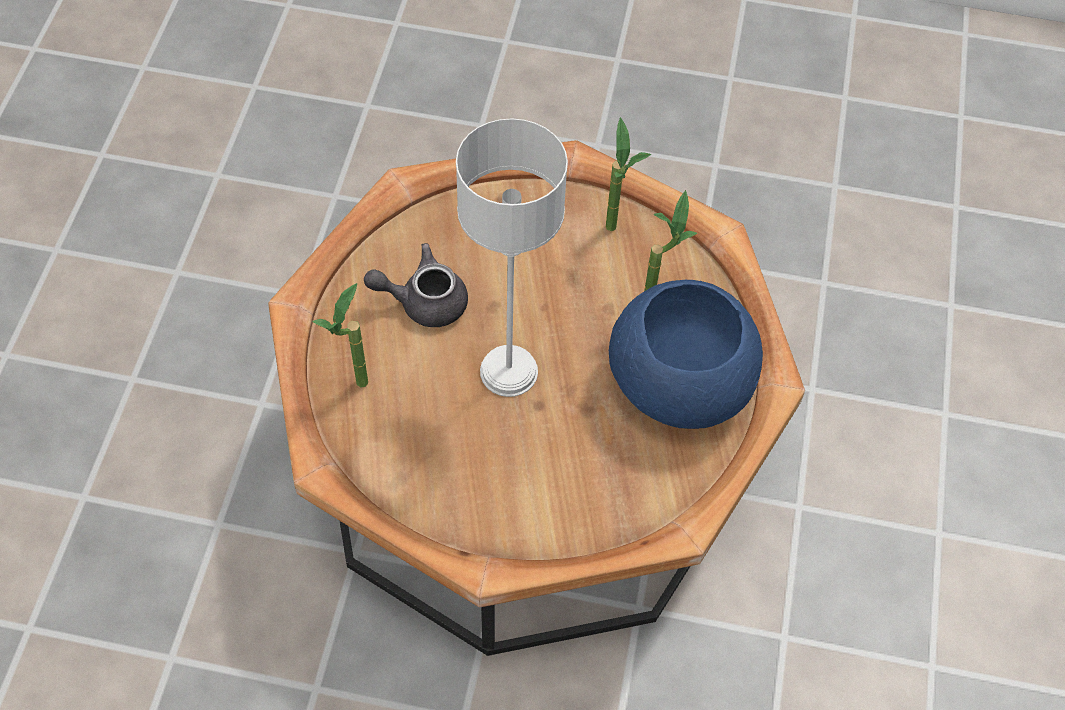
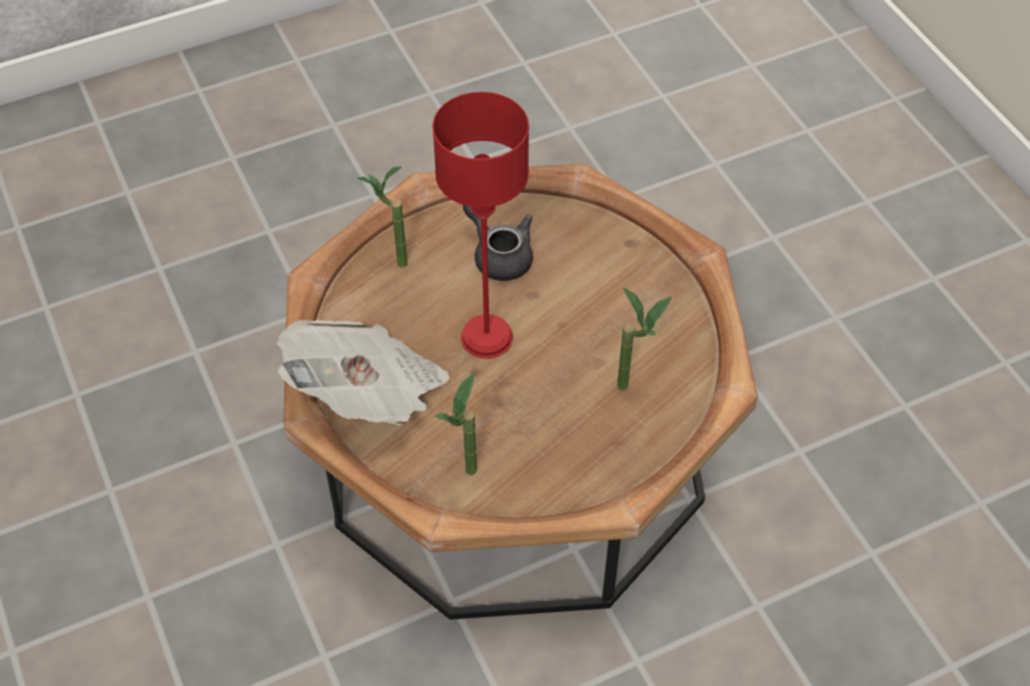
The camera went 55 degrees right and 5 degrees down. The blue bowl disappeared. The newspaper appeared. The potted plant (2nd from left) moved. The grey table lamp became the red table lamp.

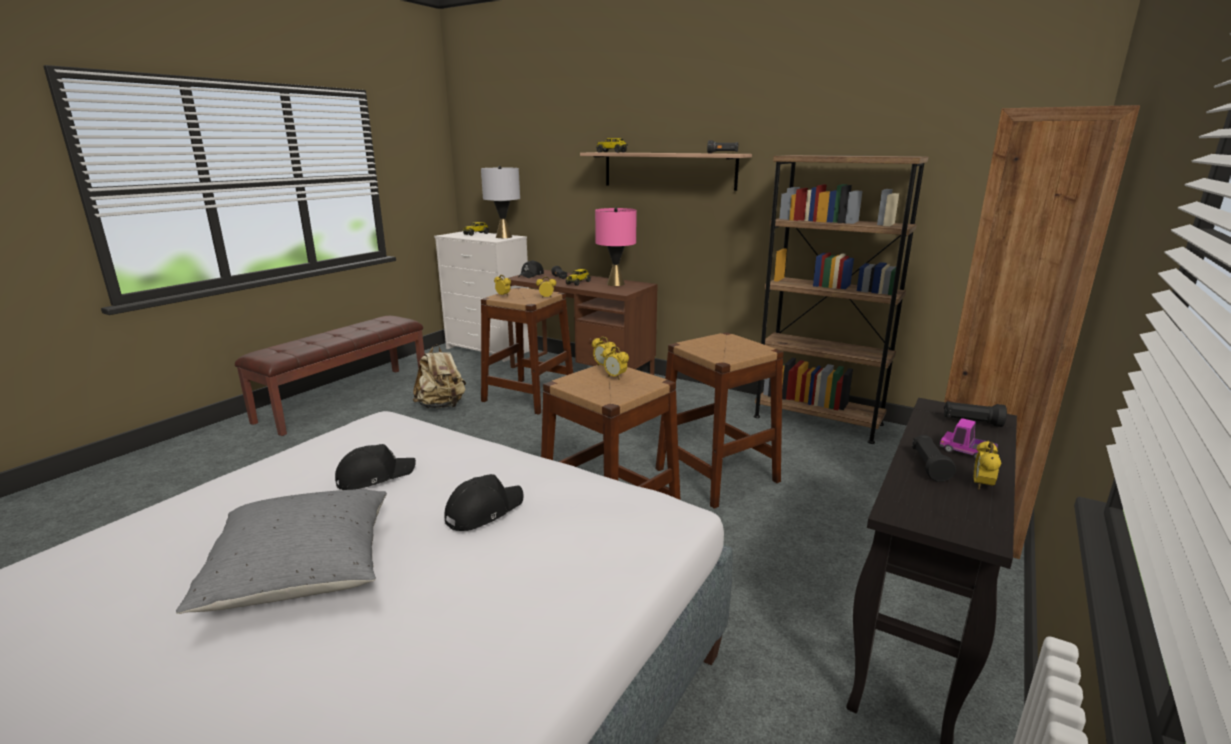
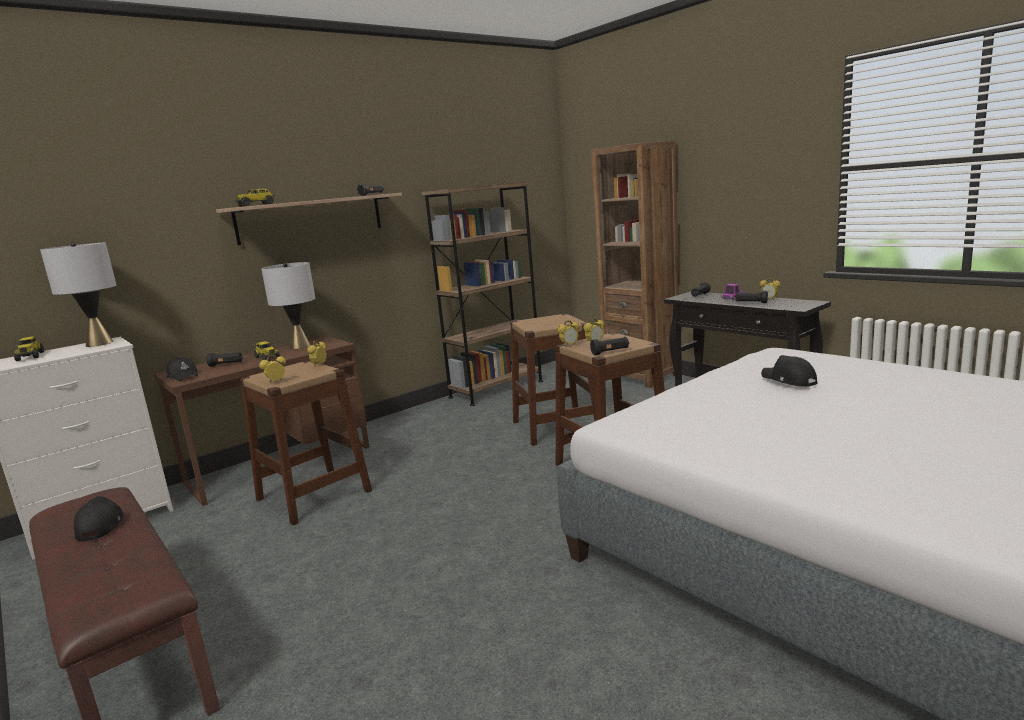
The camera went 70 degrees left and 5 degrees down. The grey pillow disappeared. The beige backpack disappeared. The black flashlight (3rd from left) appeared. The black cap (1st from left) moved. The pink table lamp became the grey table lamp (2nd from left).

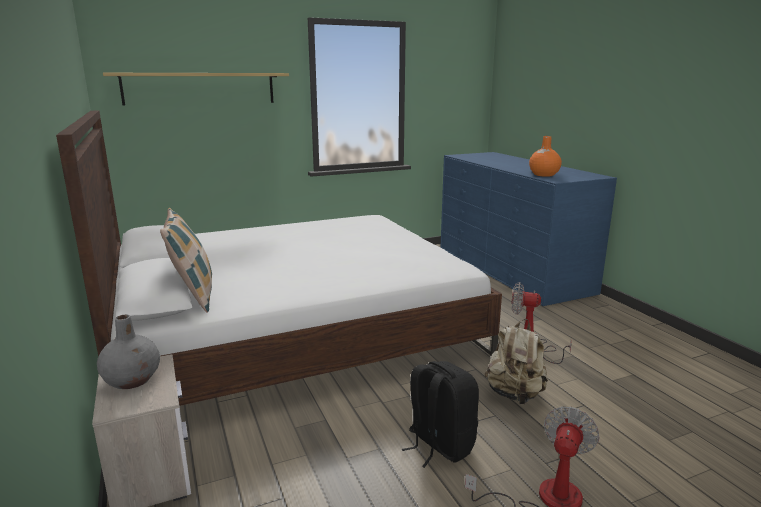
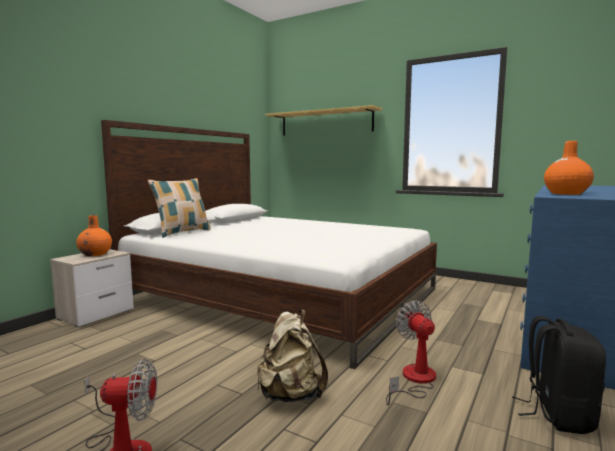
The camera went 55 degrees right and 10 degrees down. The black backpack moved. The grey vase became the orange vase (1st from left).

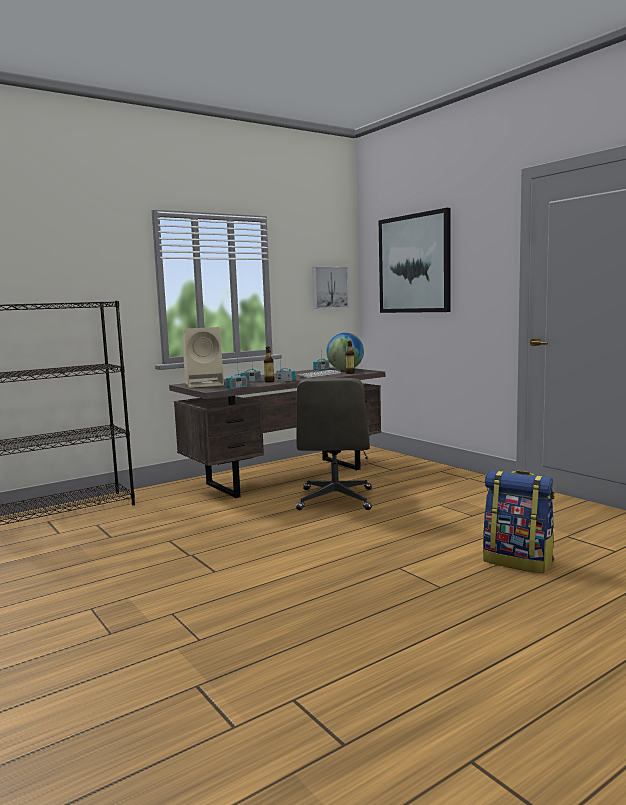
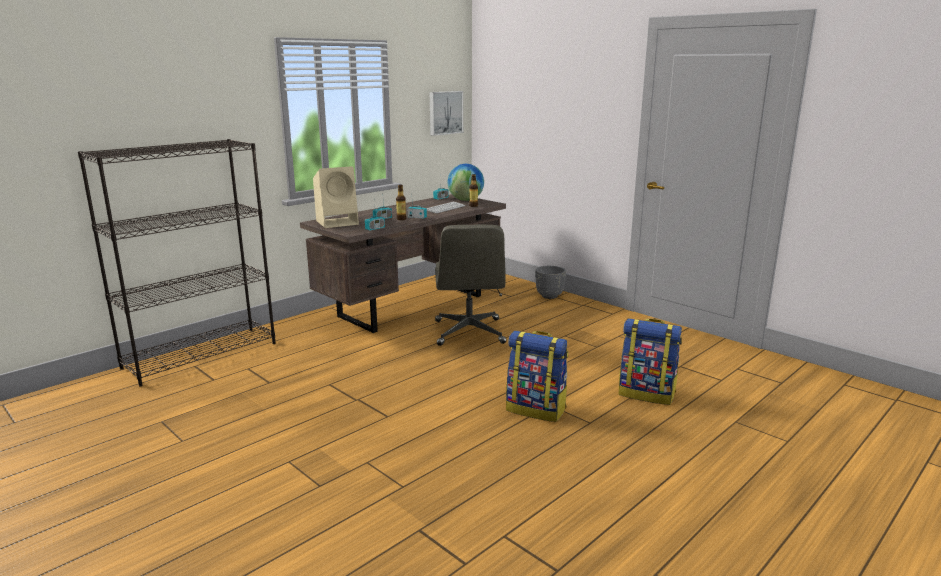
The camera went 10 degrees left and 10 degrees up. The picture (2nd from left) disappeared. The backpack (1st from left) appeared. The grey planter appeared.

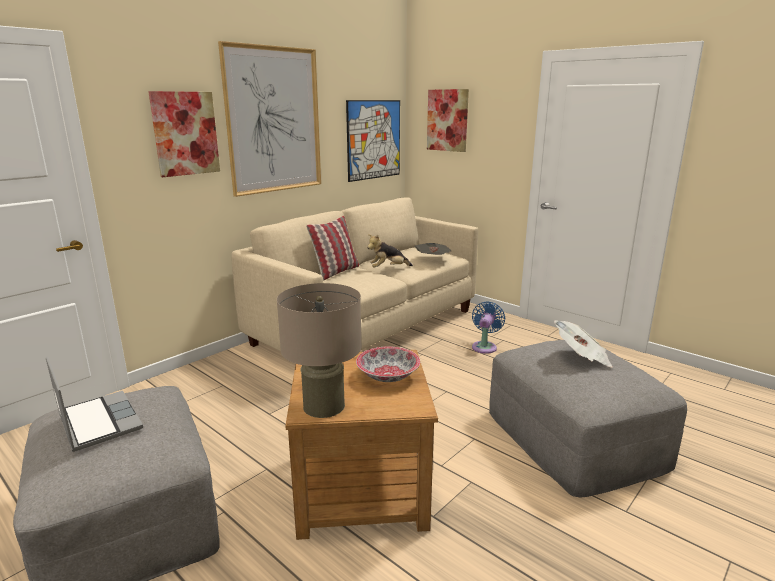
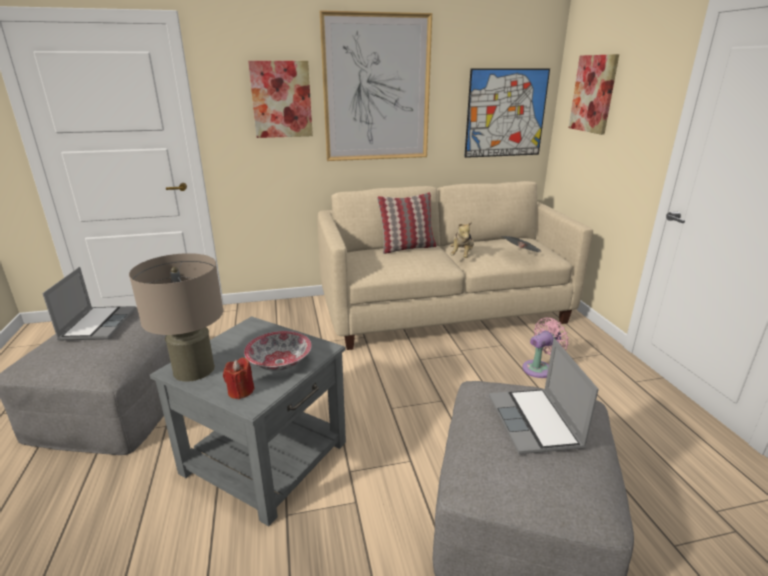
The camera went 35 degrees right and 5 degrees up. The red candle appeared. The newspaper (2nd from left) was replaced by the laptop (2nd from left). The brown side table became the grey side table. The blue fan became the pink fan. The plush toy turned 90 degrees counterclockwise.

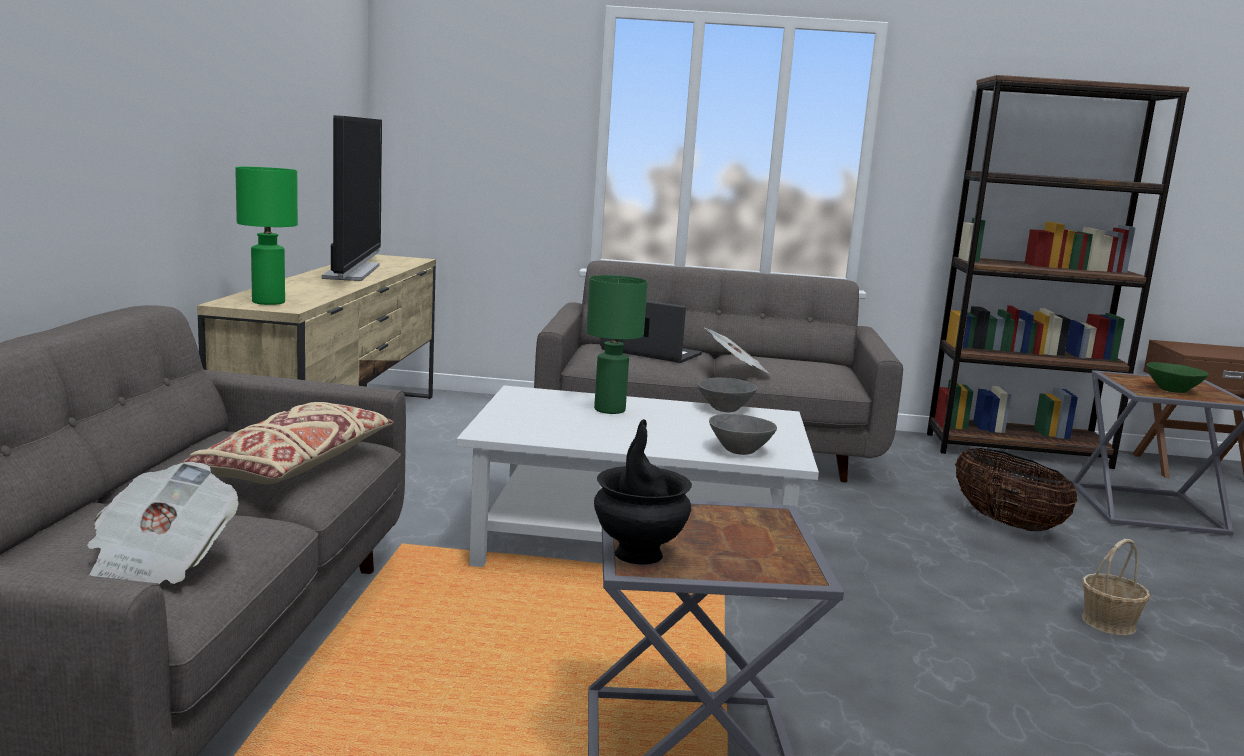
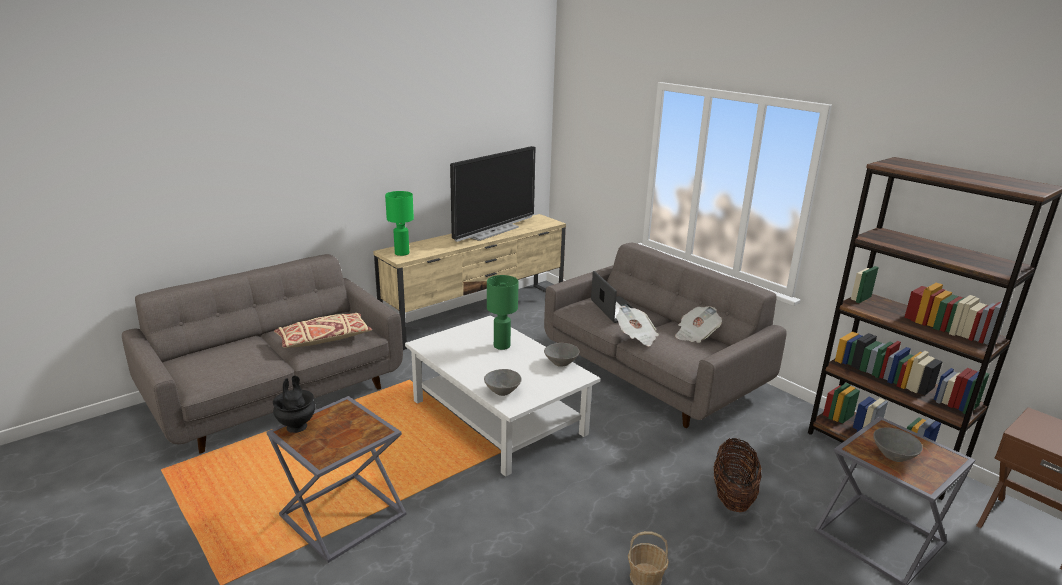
The camera went 45 degrees right and 10 degrees up. The newspaper (1st from left in the first image) moved. The green bowl became the grey bowl (3rd from left).

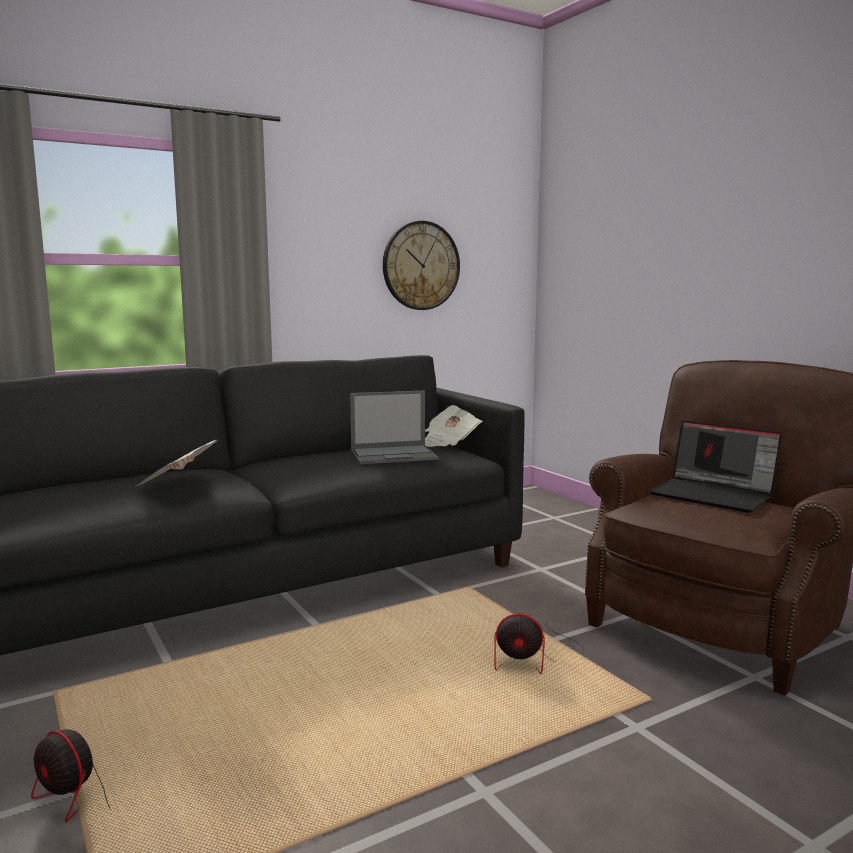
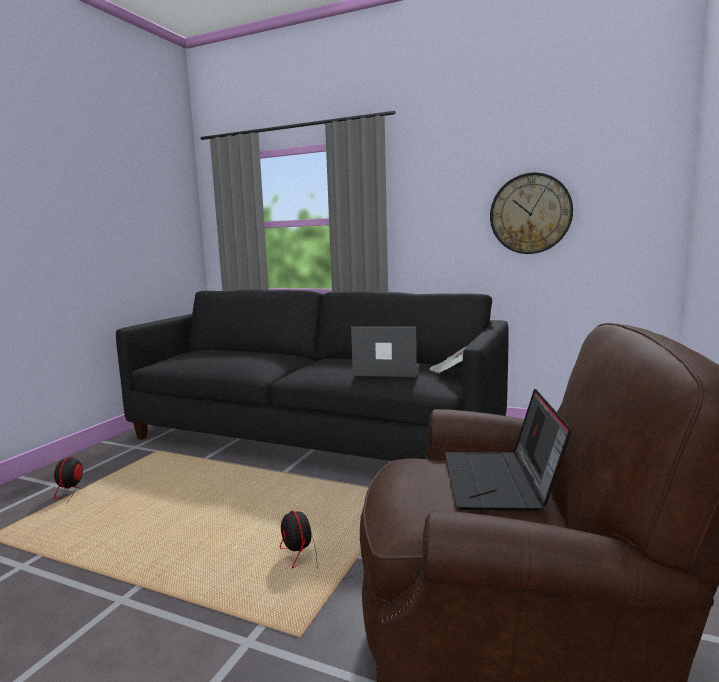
The camera went 55 degrees right and 0 degrees up. The newspaper (1st from left) disappeared. The laptop (1st from left) turned 150 degrees clockwise.

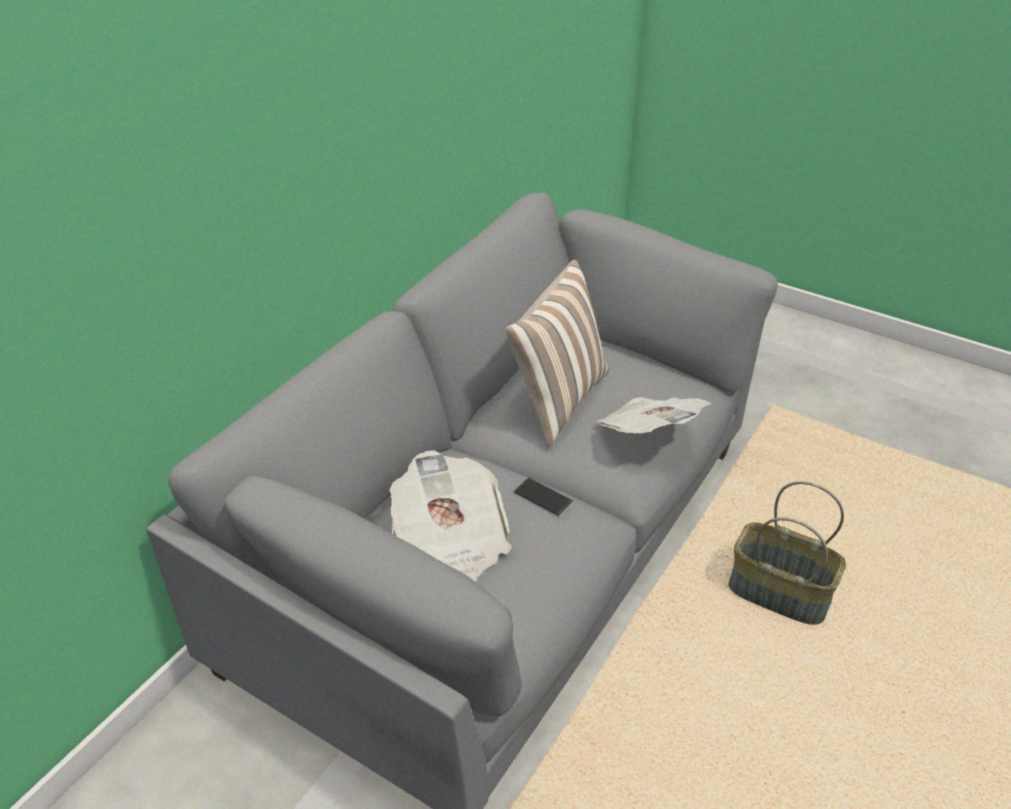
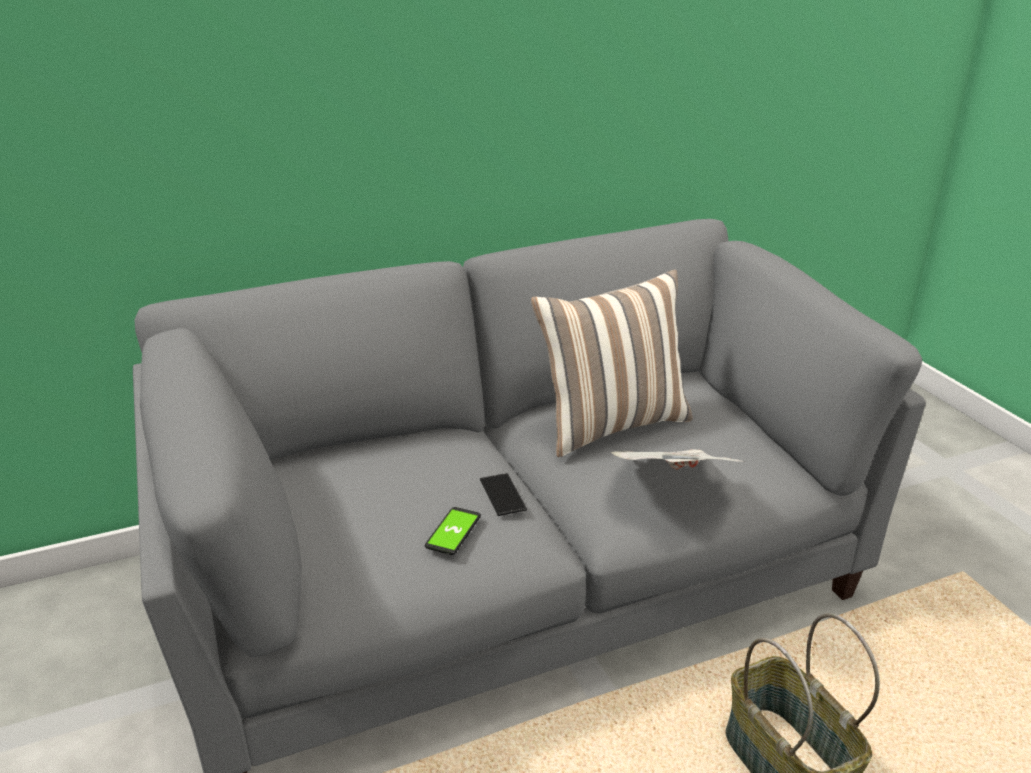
The camera went 35 degrees right and 10 degrees down. The newspaper (1st from left) disappeared. The phone (1st from left) appeared.

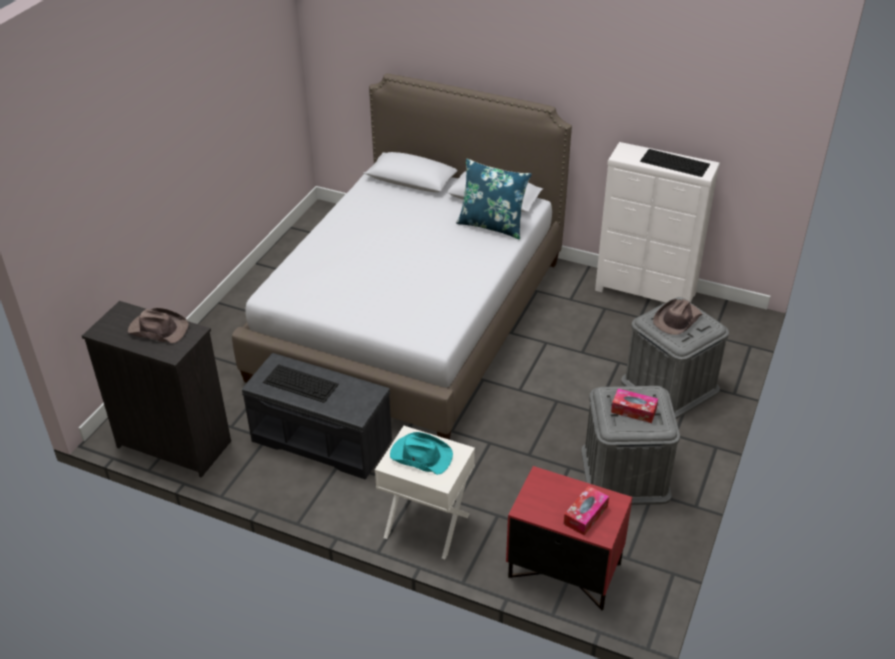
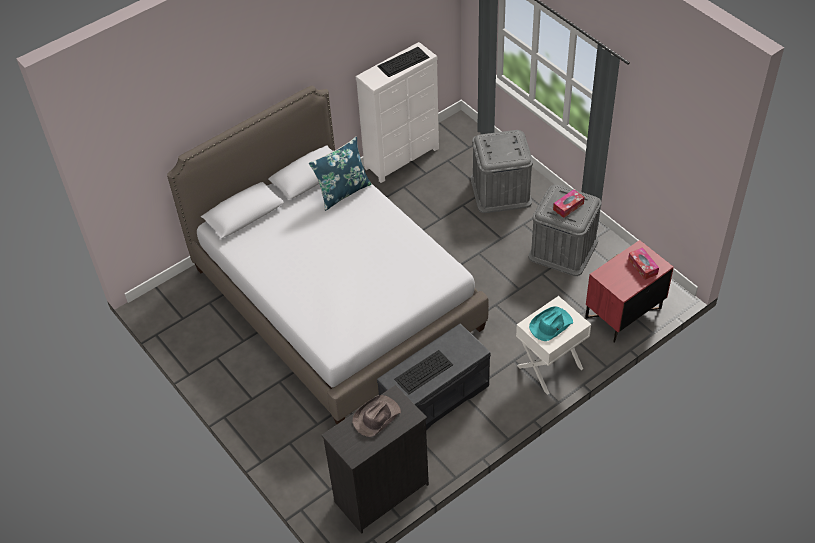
The camera went 60 degrees left and 10 degrees up. The brown hat (2nd from left) disappeared.

